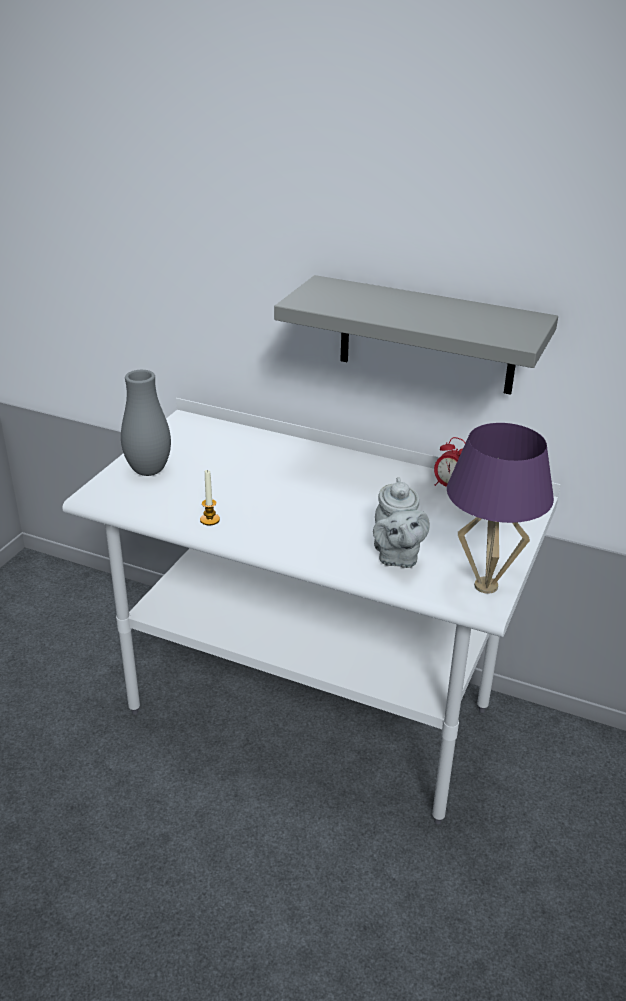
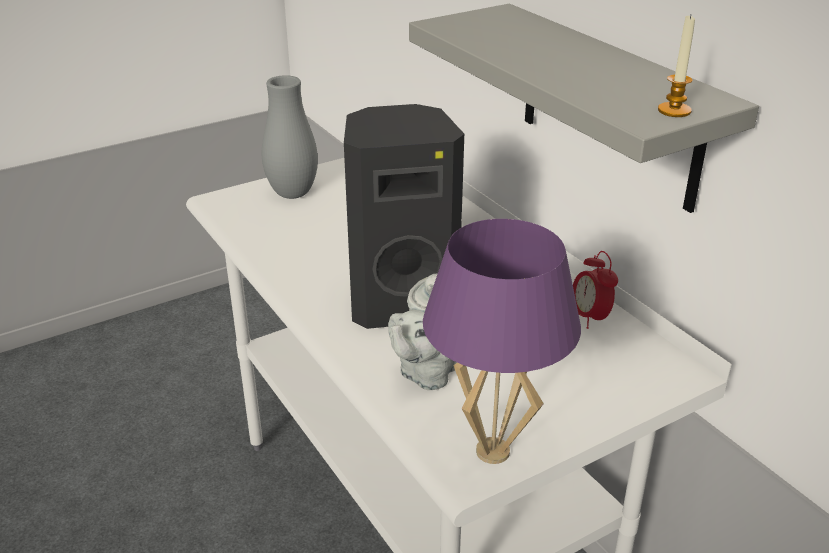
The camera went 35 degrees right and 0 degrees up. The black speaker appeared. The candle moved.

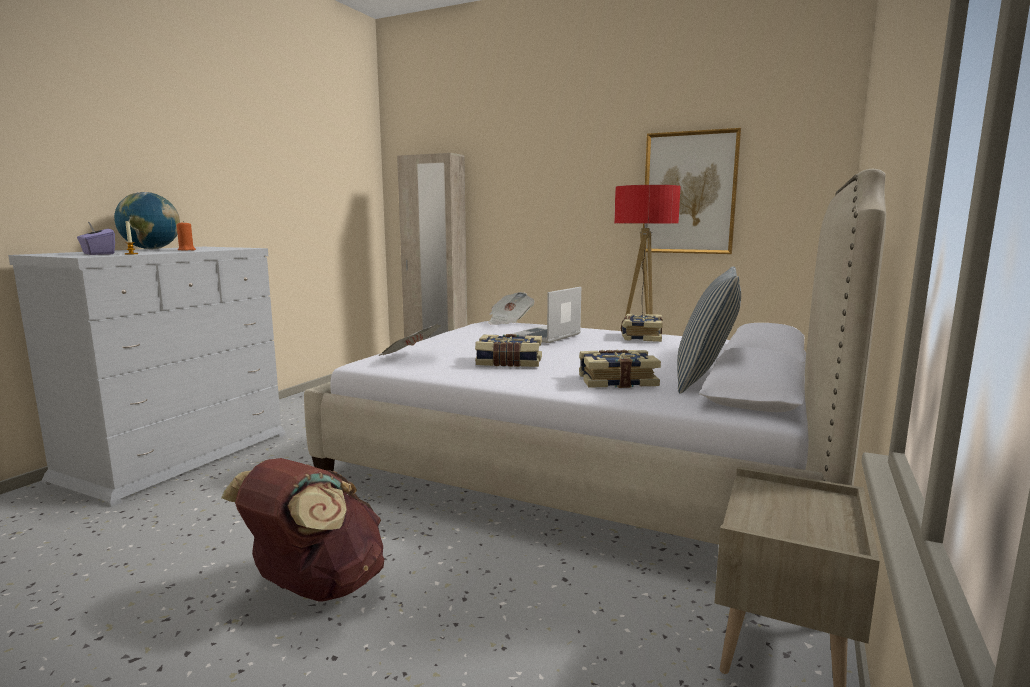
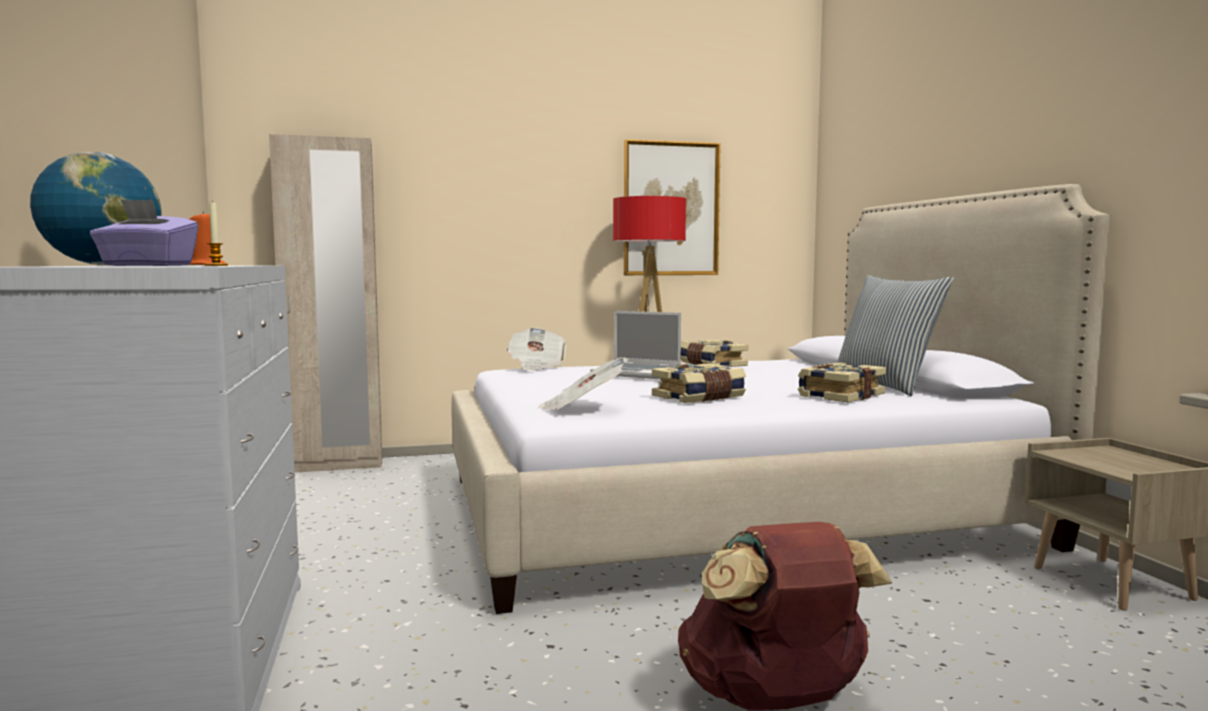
The camera went 40 degrees left and 5 degrees down. The laptop turned 60 degrees counterclockwise.

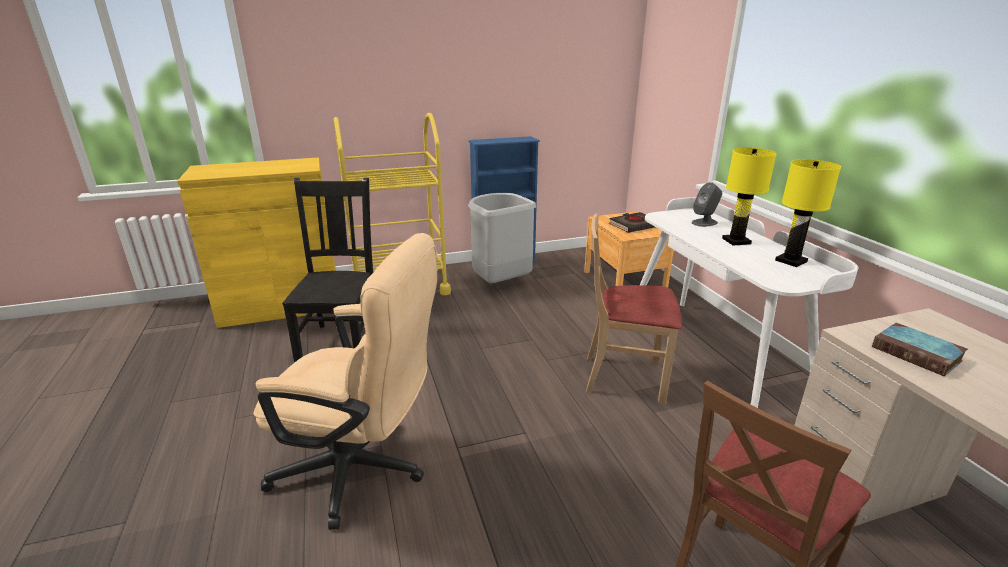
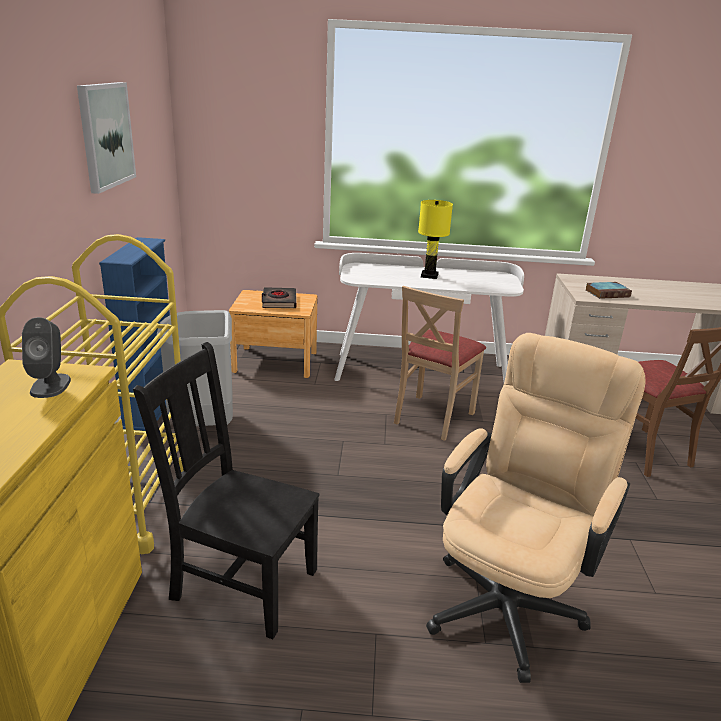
The camera went 70 degrees left and 0 degrees up. The yellow table lamp (2nd from left) disappeared. The picture appeared. The grey speaker moved.

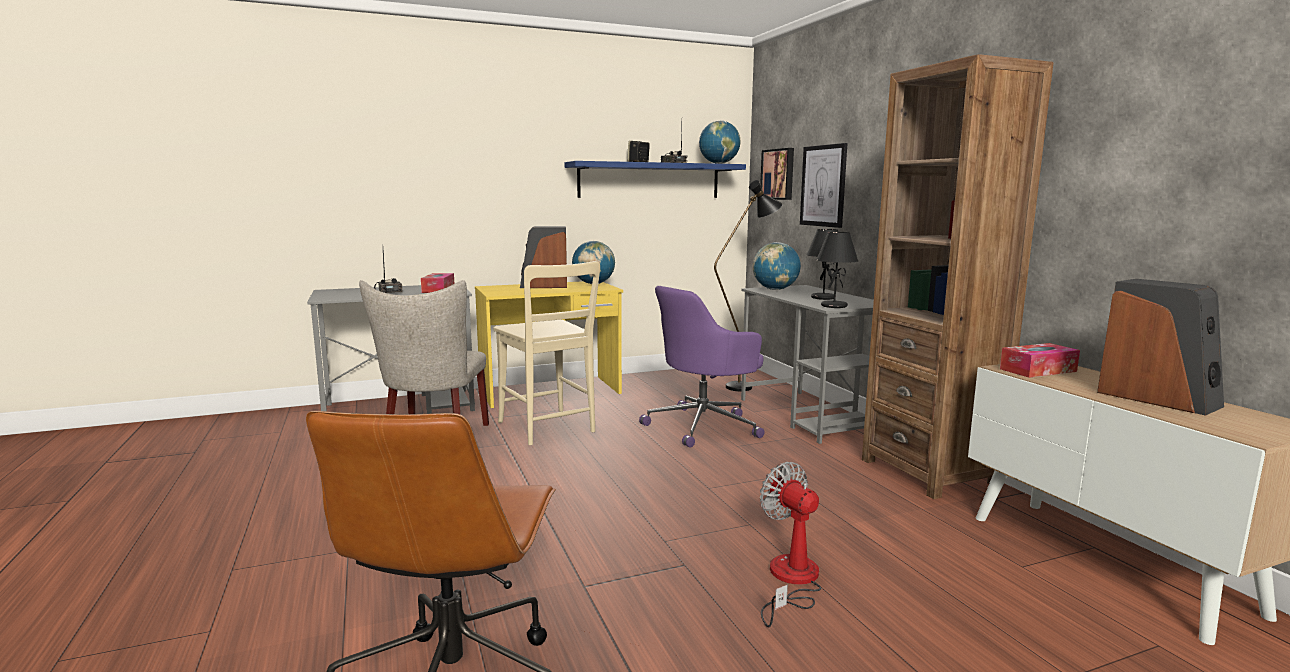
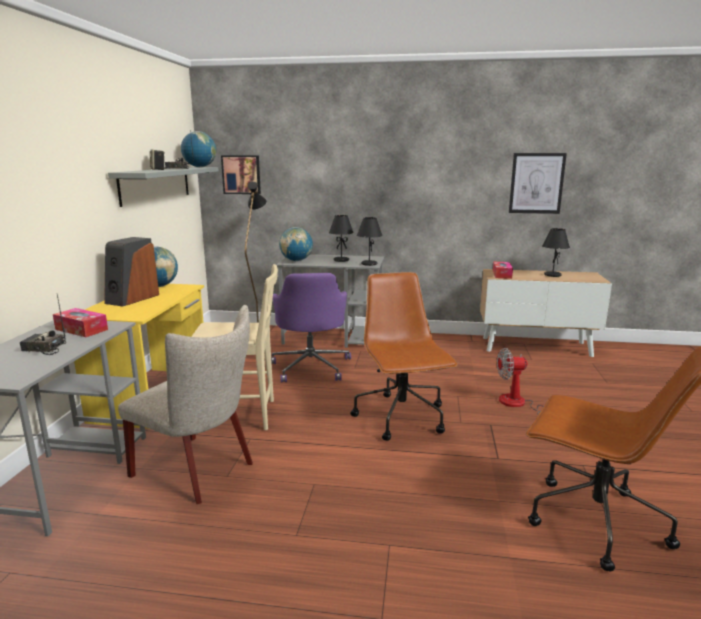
The camera went 60 degrees left and 5 degrees up. The brown bookcase disappeared. The brown office chair (1st from left) appeared. The picture (2nd from left) moved. The speaker (3rd from left) was replaced by the black table lamp (3rd from left). The blue shelf became the grey shelf.

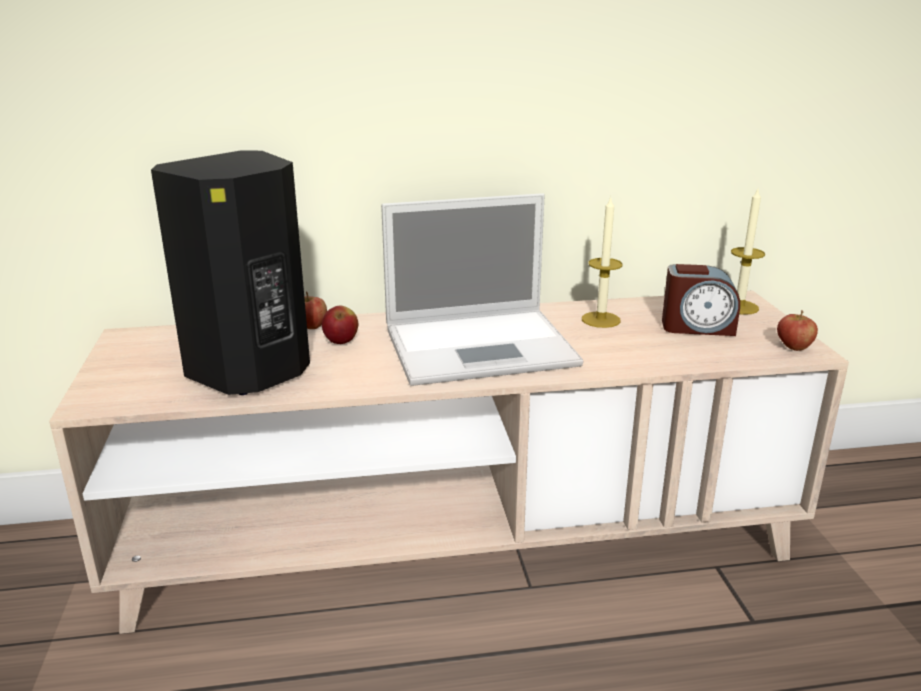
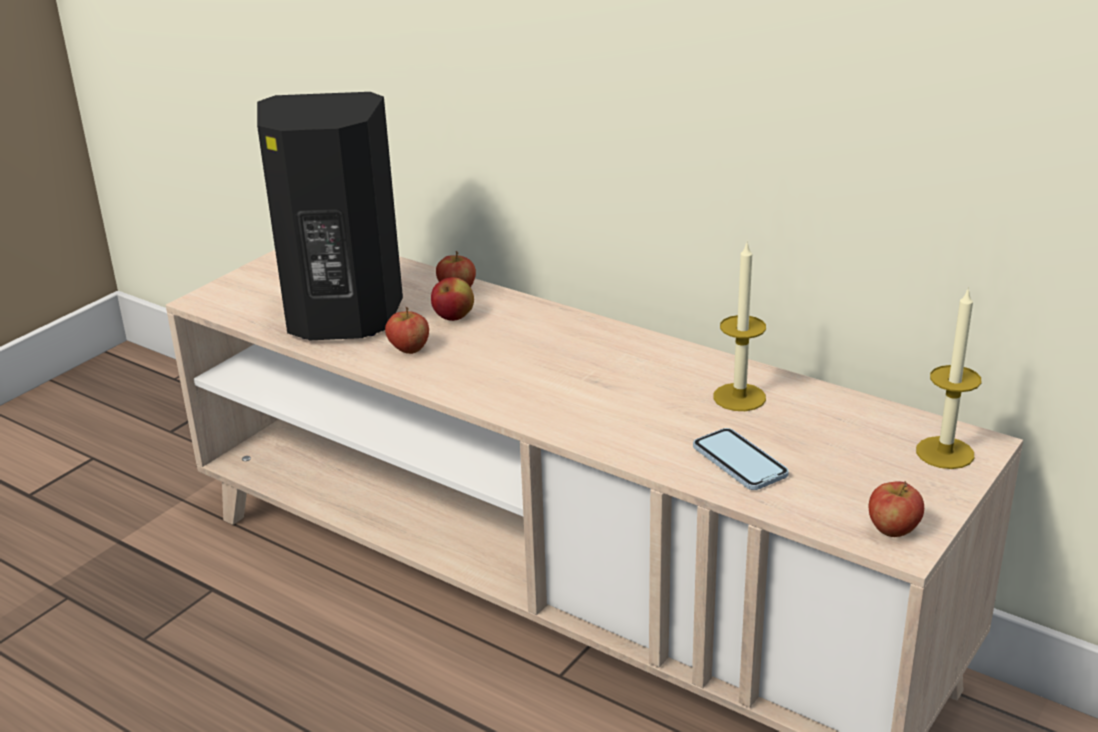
The camera went 45 degrees right and 5 degrees up. The laptop disappeared. The alarm clock disappeared. The apple (1st from left) appeared. The phone appeared.

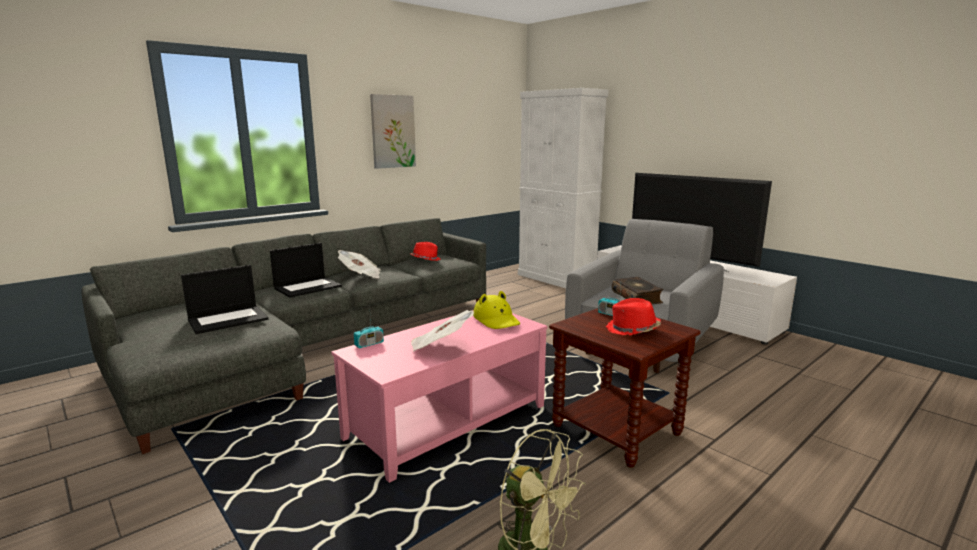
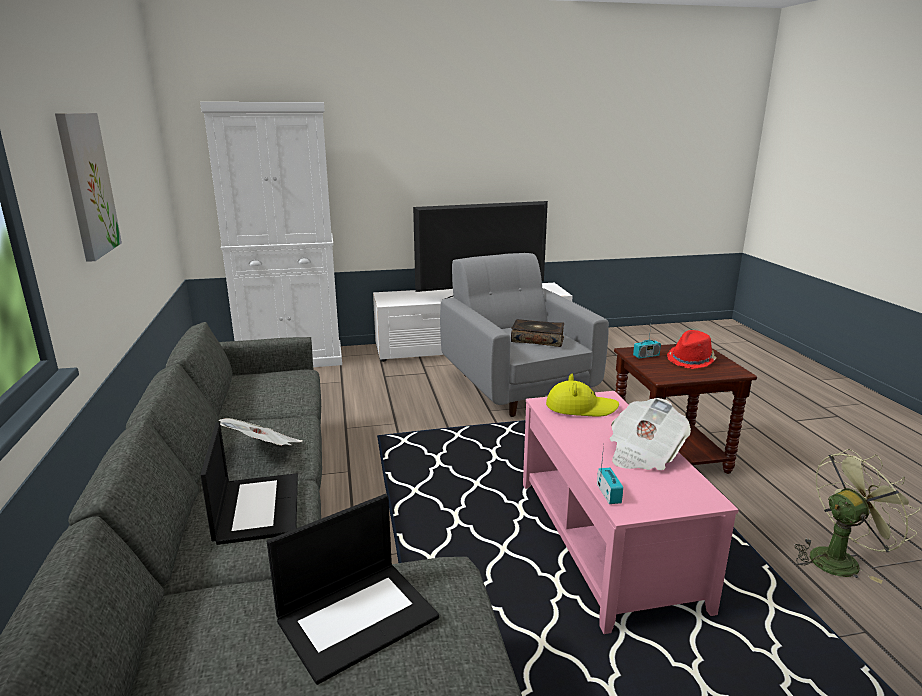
The camera went 60 degrees left and 5 degrees up. The red hat (1st from left) disappeared. The laptop (1st from left in the first image) turned 60 degrees clockwise.

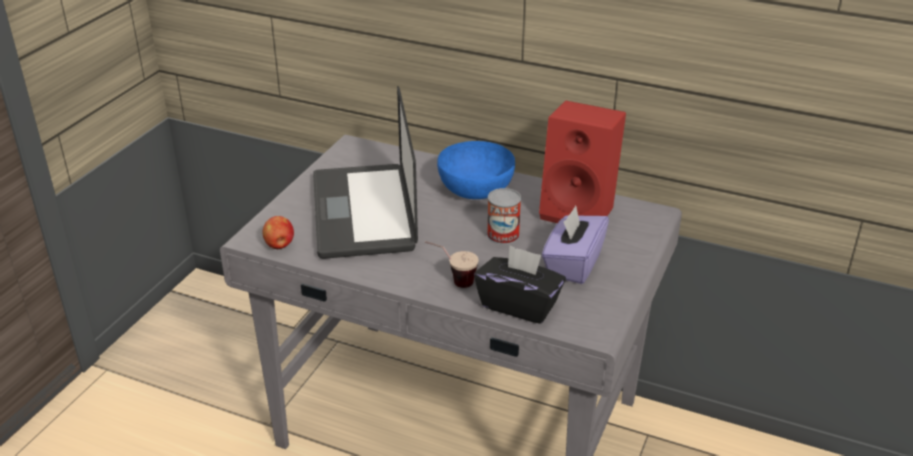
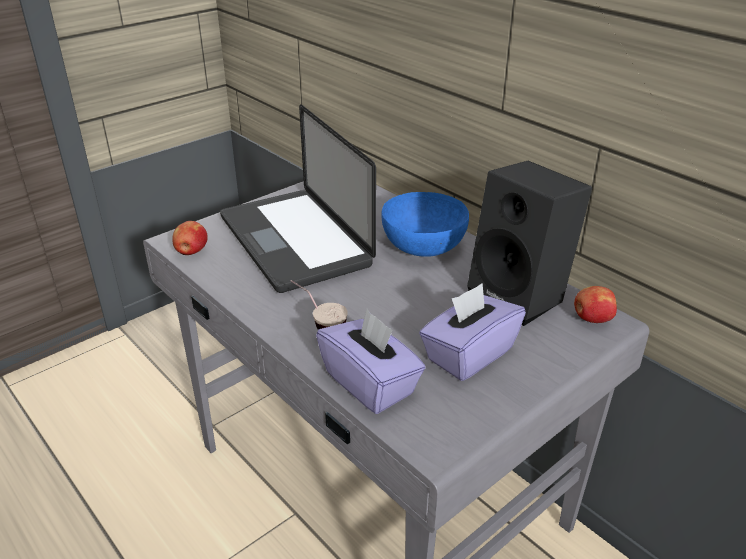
The camera went 25 degrees right and 0 degrees up. The can disappeared. The apple (2nd from left) appeared. The black tissue box became the purple tissue box (1st from left). The red speaker became the black speaker. The laptop turned 45 degrees counterclockwise.

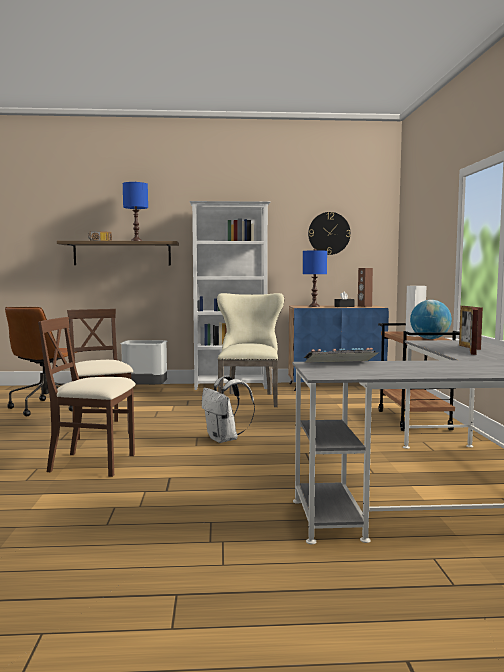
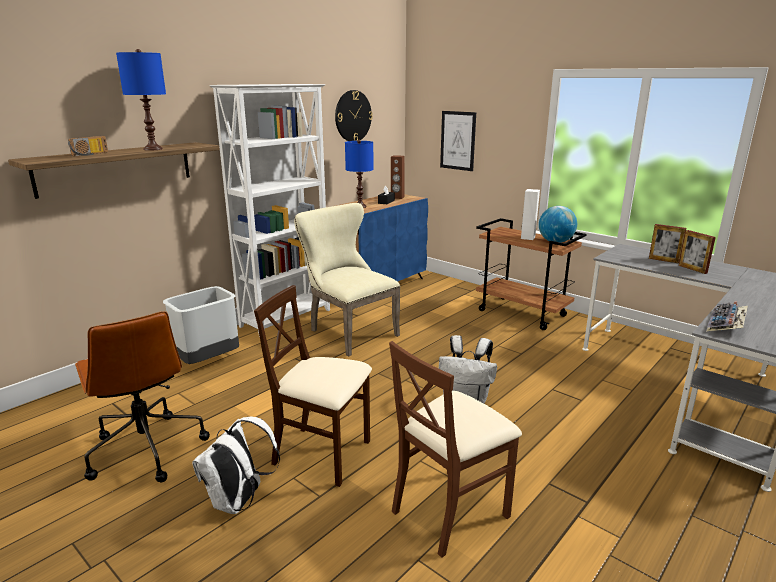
The camera went 45 degrees left and 15 degrees up. The white backpack (1st from left) appeared. The picture appeared.

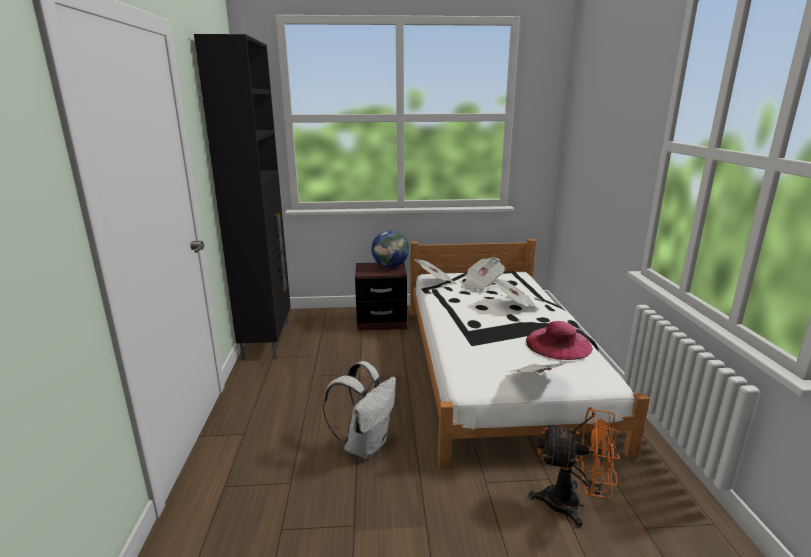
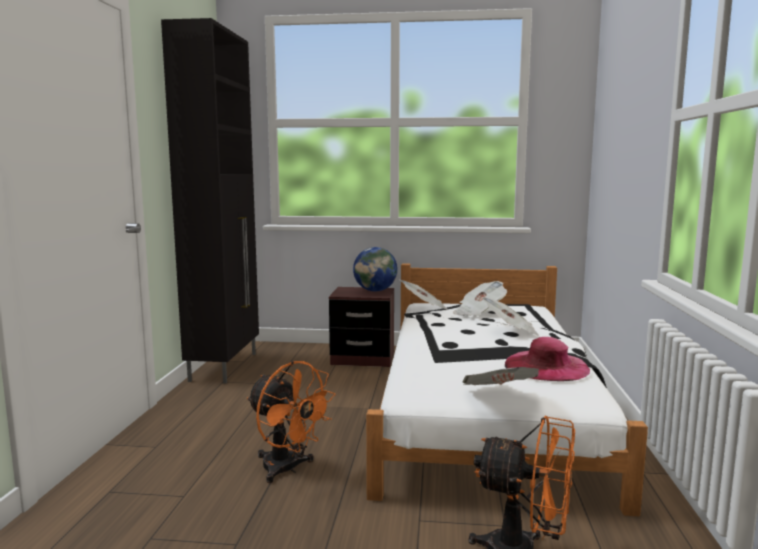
The camera went 10 degrees right and 10 degrees down. The white backpack was replaced by the orange fan (1st from left).

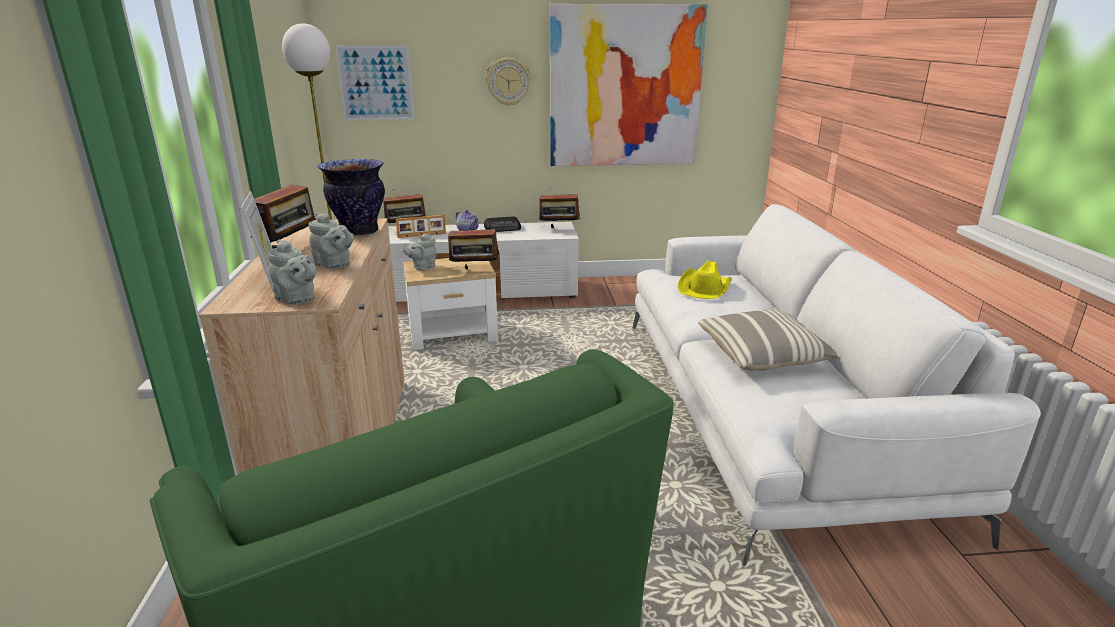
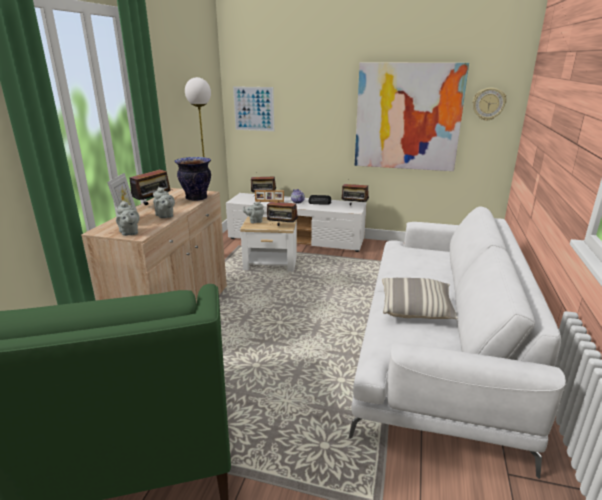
The camera went 20 degrees right and 0 degrees up. The yellow hat disappeared. The wall clock moved.

